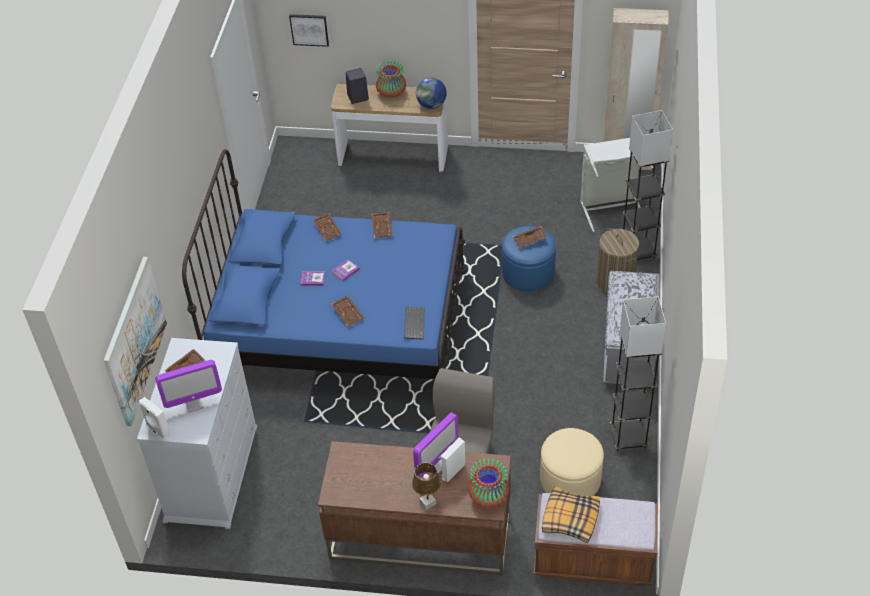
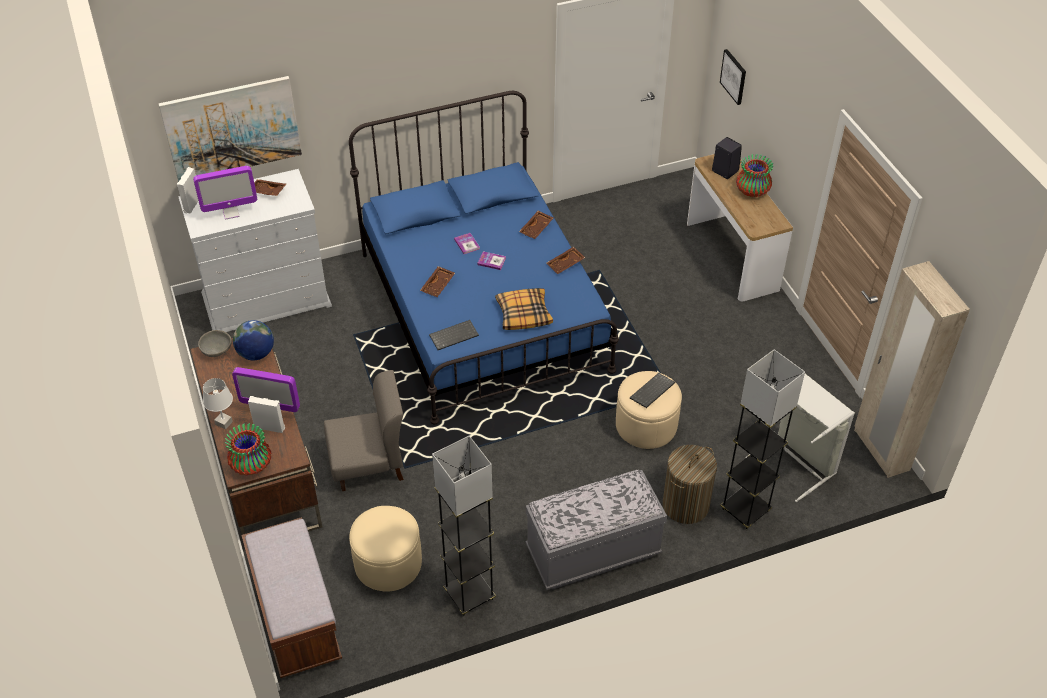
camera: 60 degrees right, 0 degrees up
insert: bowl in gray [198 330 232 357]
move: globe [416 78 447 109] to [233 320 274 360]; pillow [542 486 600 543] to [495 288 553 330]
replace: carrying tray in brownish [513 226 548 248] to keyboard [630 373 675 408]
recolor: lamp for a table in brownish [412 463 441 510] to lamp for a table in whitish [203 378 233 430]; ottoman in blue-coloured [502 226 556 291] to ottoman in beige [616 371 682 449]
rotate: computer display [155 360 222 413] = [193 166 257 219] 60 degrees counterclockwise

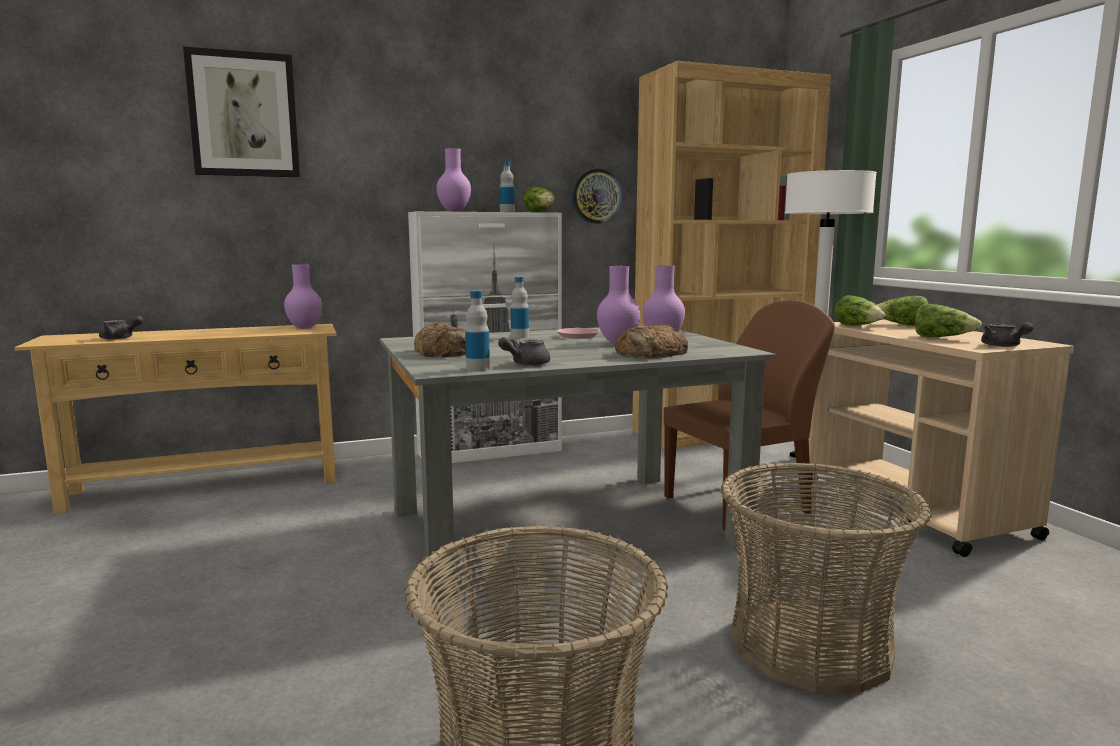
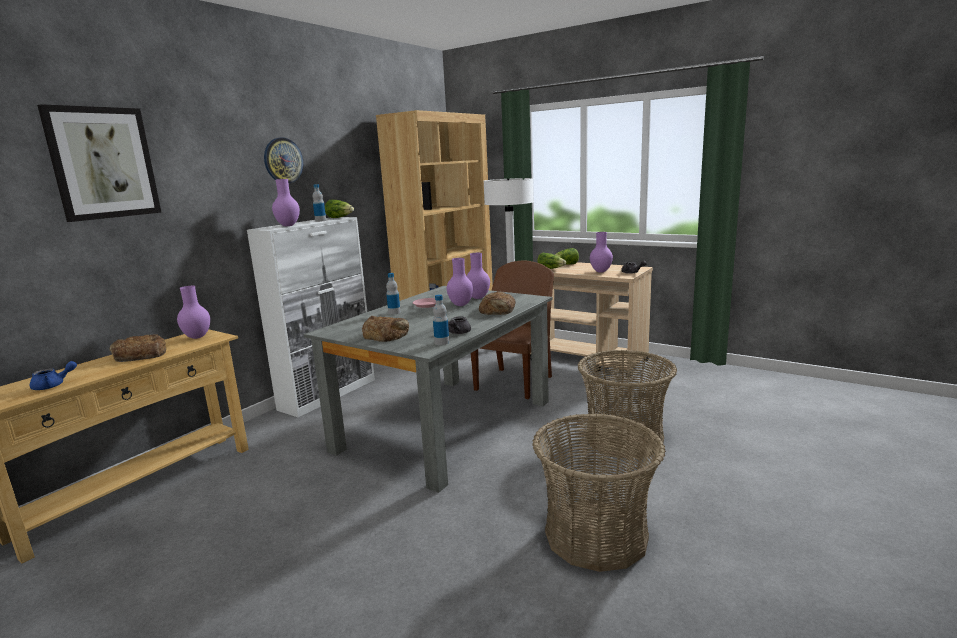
camera: 35 degrees left, 5 degrees up
insert: baked bread [110 334 166 362]
move: wall clock [572 168 623 224] to [264 138 303 183]
replace: lettuce [915 304 982 337] to vase in purple [590 232 613 273]
recolor: teapot in gray [99 316 144 340] to teapot in blue-coloured [29 361 77 390]

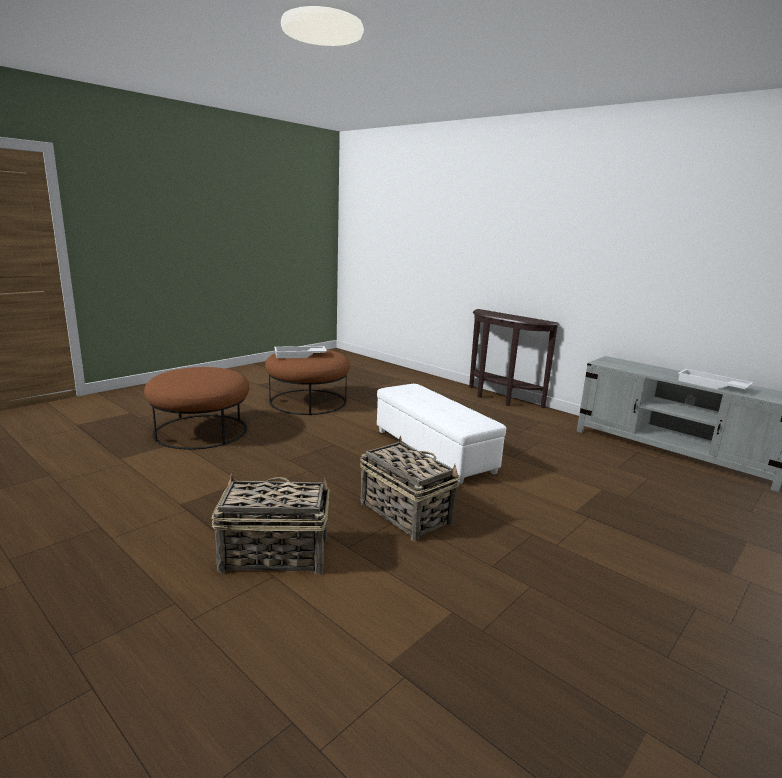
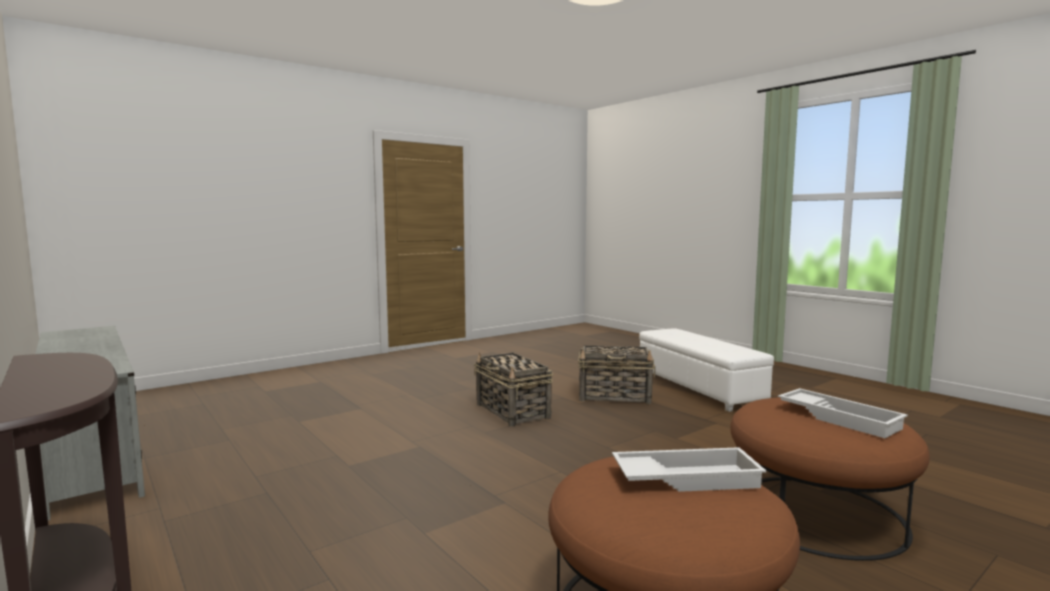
camera: 170 degrees left, 10 degrees down
move: ottoman in whitish [377 384 506 484] to [639 328 774 412]; carrying tray in whitish [678 369 754 389] to [778 388 908 438]

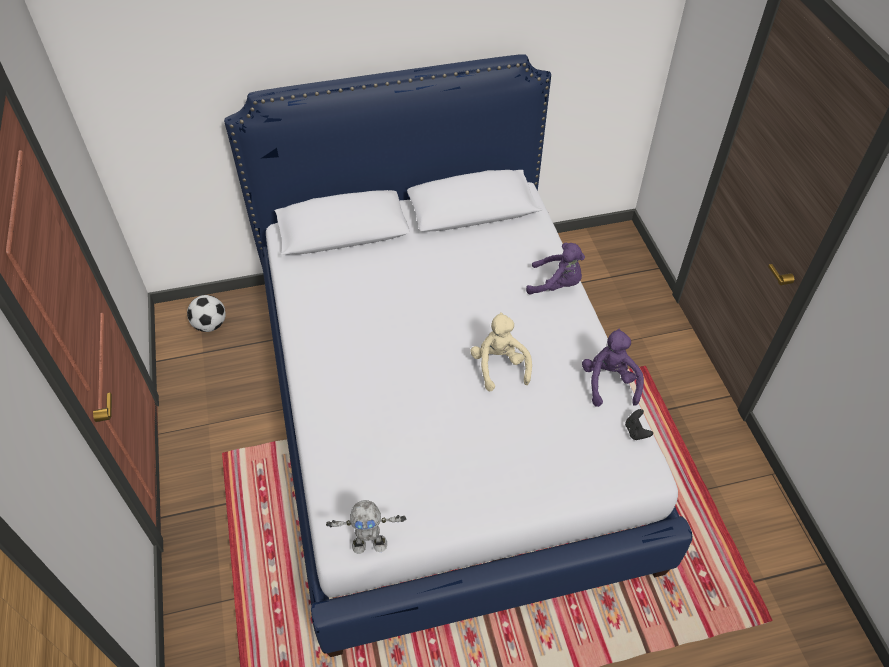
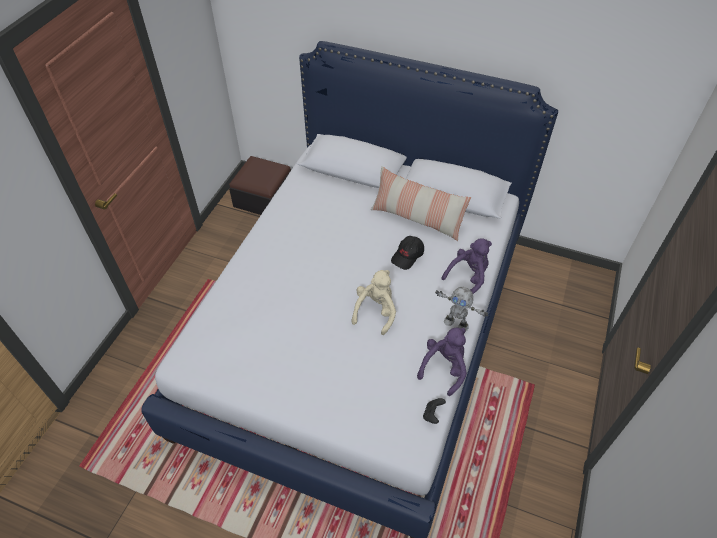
camera: 35 degrees right, 0 degrees up
insert: pillow [371 166 471 241]; cap in blackish [391 236 424 270]
move: robot figure [326 500 406 554] to [435 287 488 332]
replace: football [187 295 226 332] to ottoman [229 156 291 215]
rotate: plush toy in purple [526 243 585 295] = [441 238 492 294] 90 degrees counterclockwise

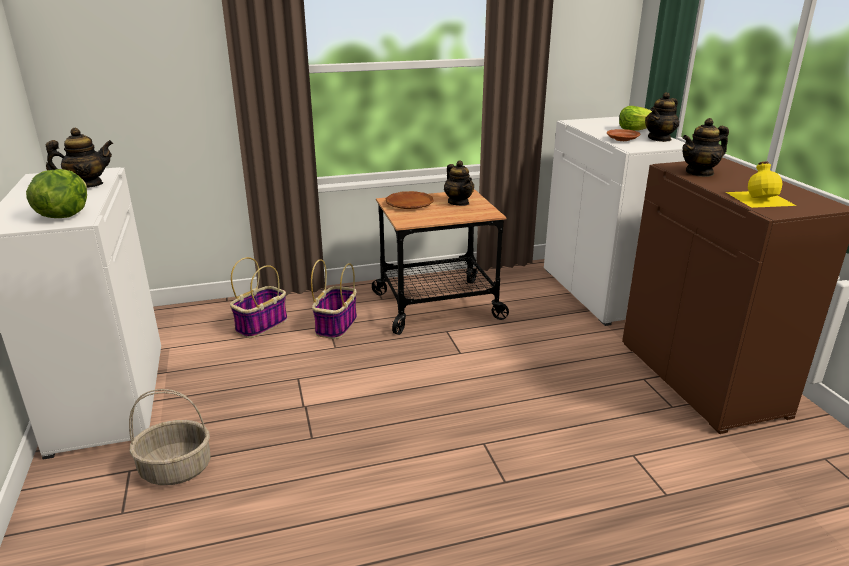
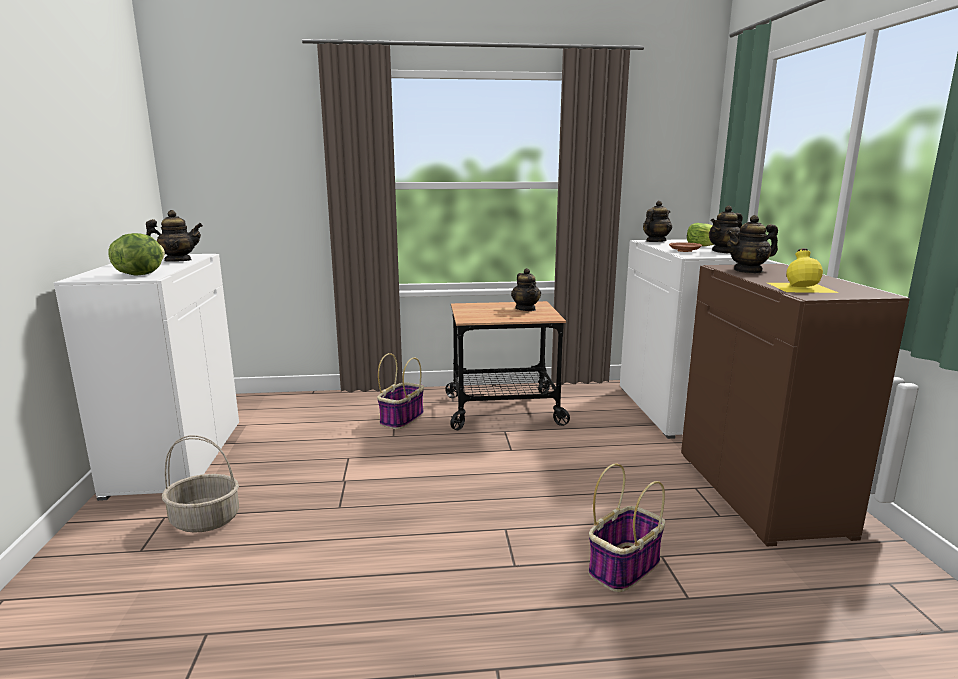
camera: 10 degrees right, 10 degrees down
delete: flat dish in brownish [386 191 434 209]
insert: teapot [643 201 672 242]
move: basket [230 257 288 338] to [589 463 665 592]

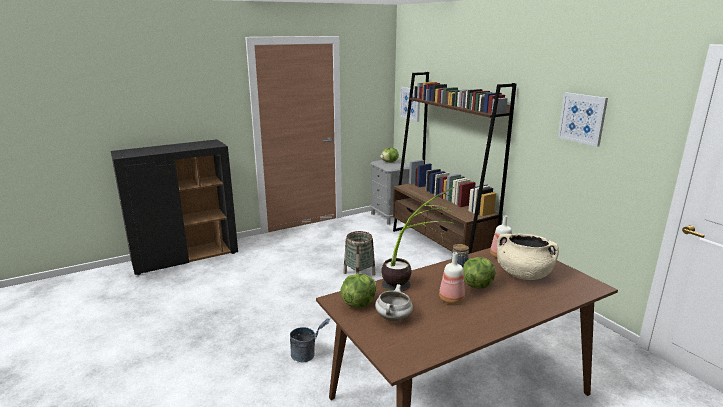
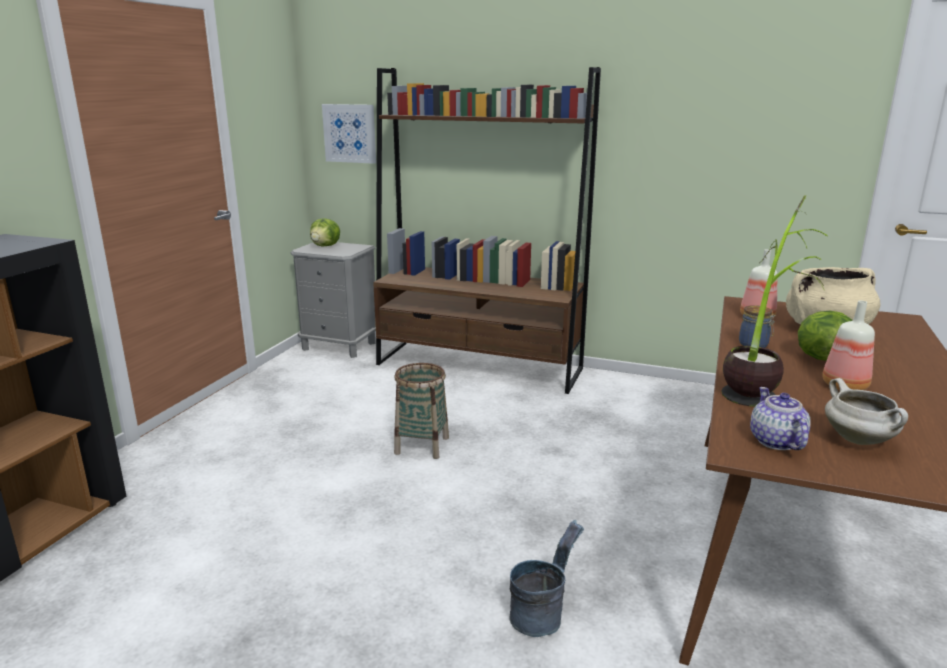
camera: 40 degrees left, 0 degrees up
delete: wall art [558 92 608 147]
replace: lettuce [340 274 376 308] to teapot [750 387 810 450]

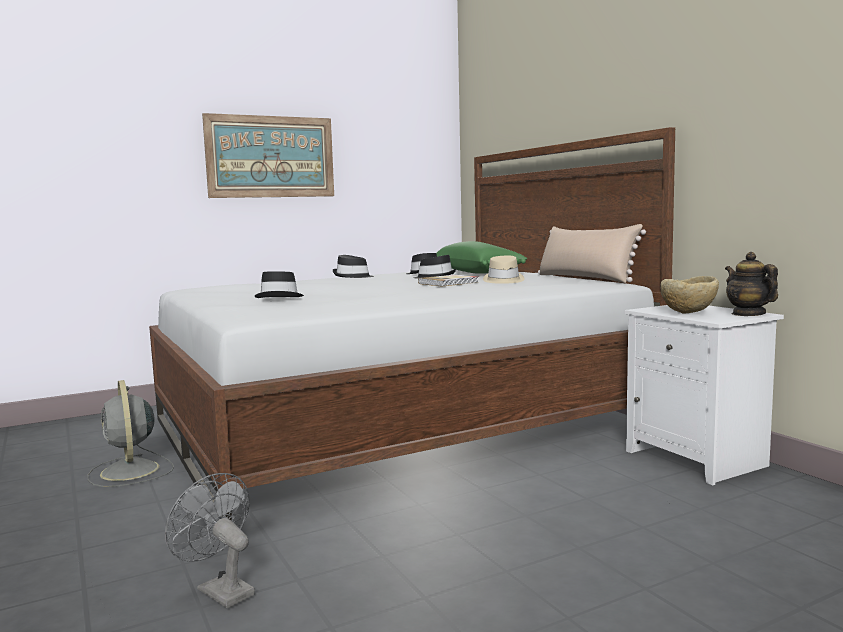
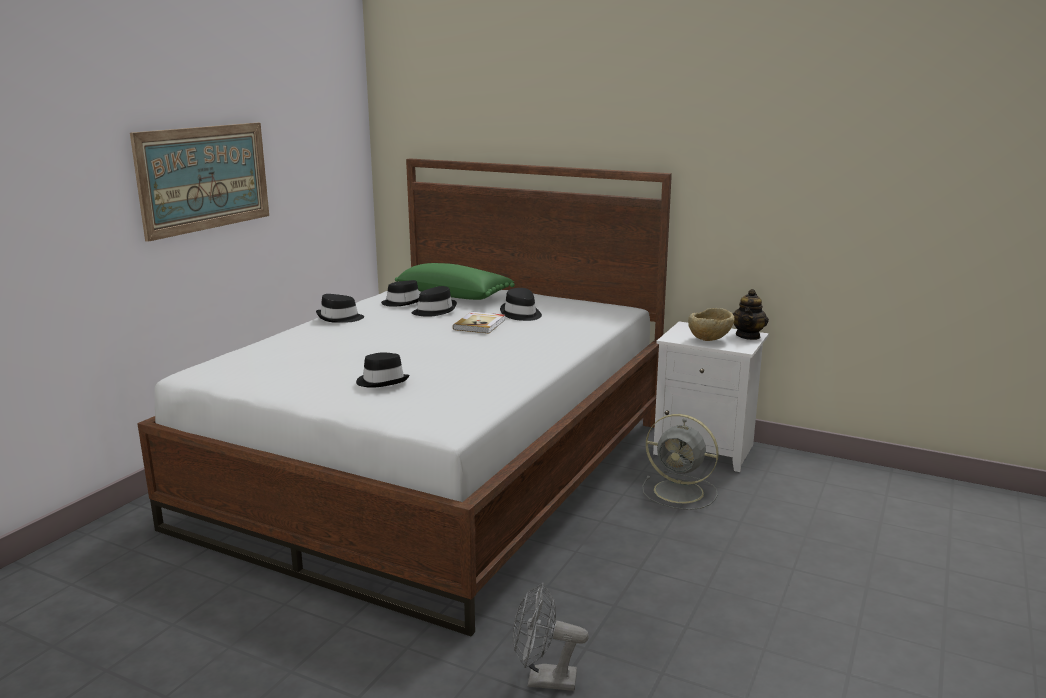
camera: 35 degrees left, 10 degrees up
delete: pillow in beige [538 224 646 283]
move: electric fan in gray [87 380 174 487] to [642 414 719 510]
recolor: clothing hat in beige [483 256 525 284] to clothing hat in blackish [500 288 542 321]
rotate: teapot [725 252 778 316] = [732 289 769 340] 105 degrees counterclockwise

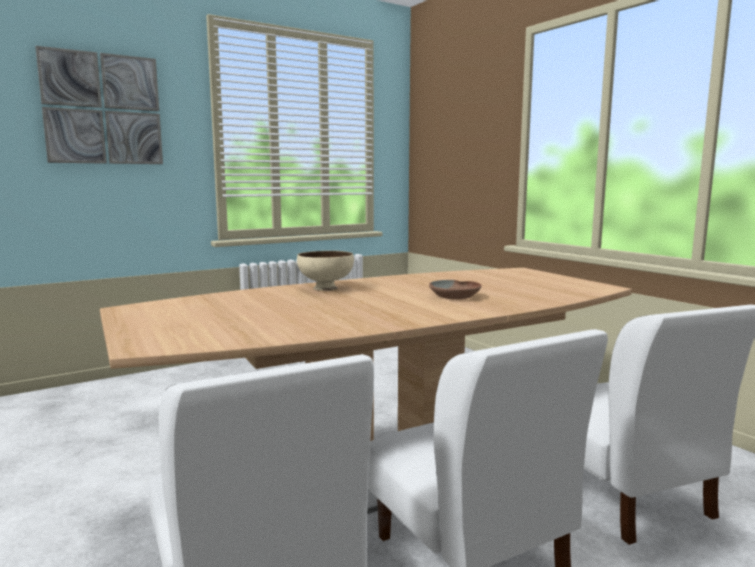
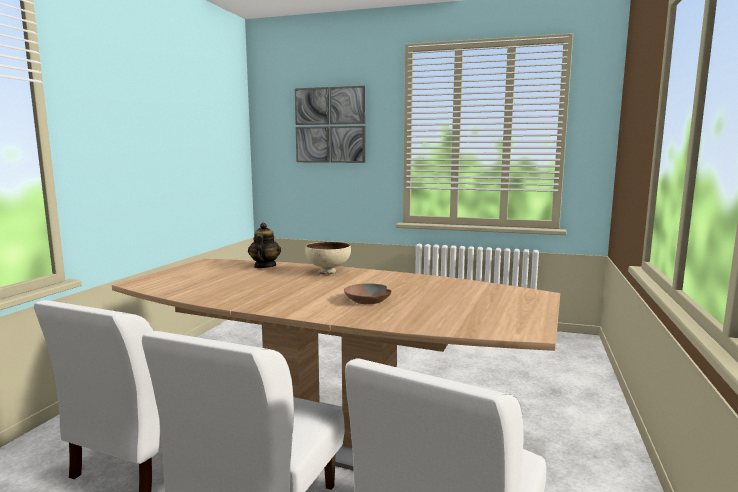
camera: 50 degrees right, 0 degrees up
insert: teapot [248 223 281 268]

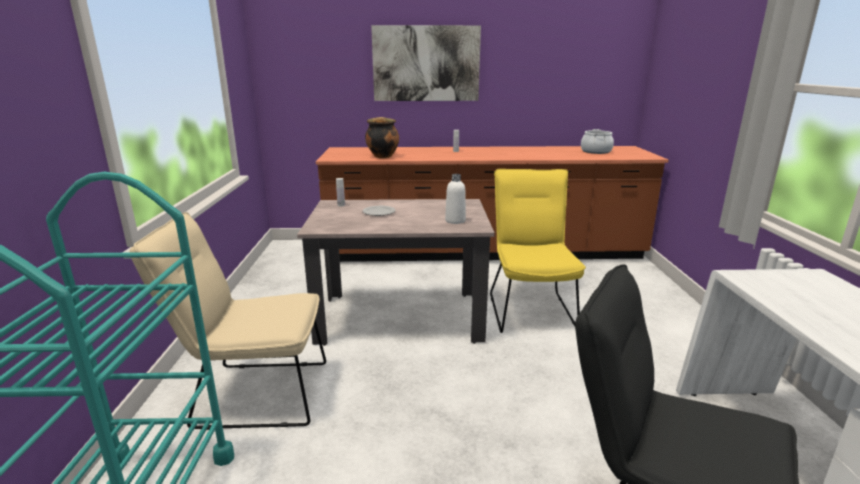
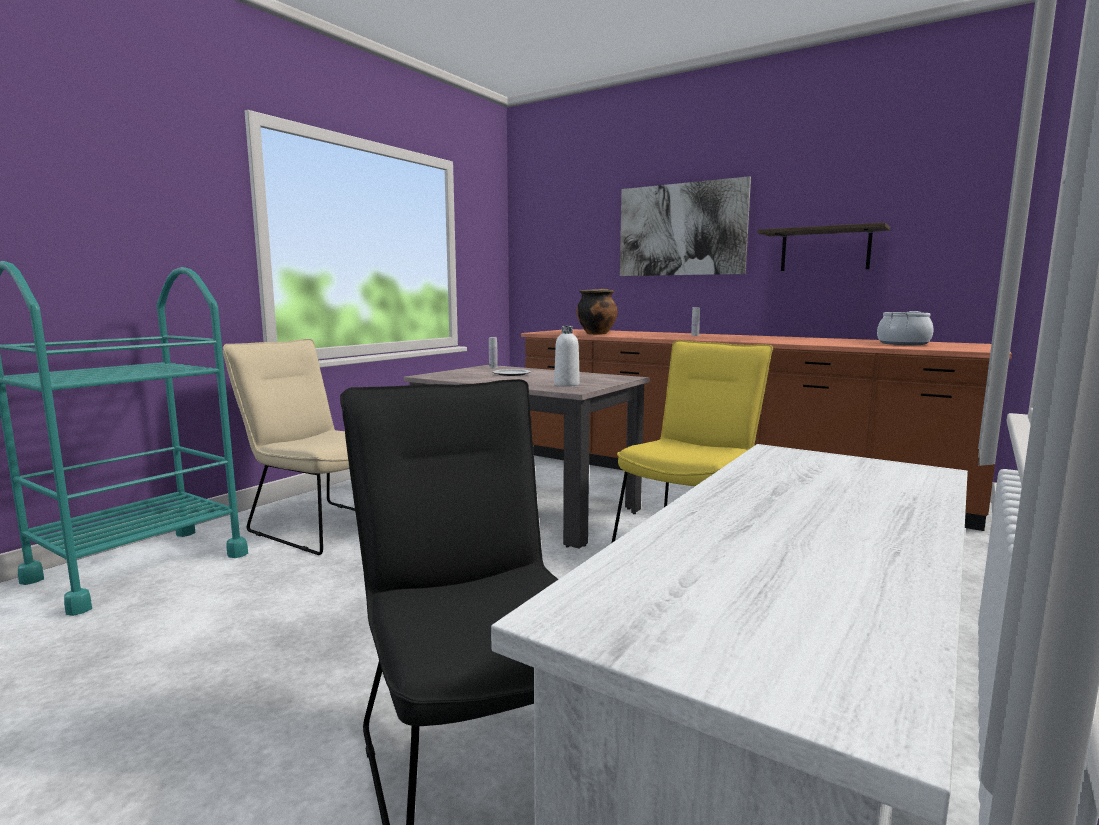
camera: 35 degrees right, 10 degrees down
insert: shelf [758 223 890 271]

